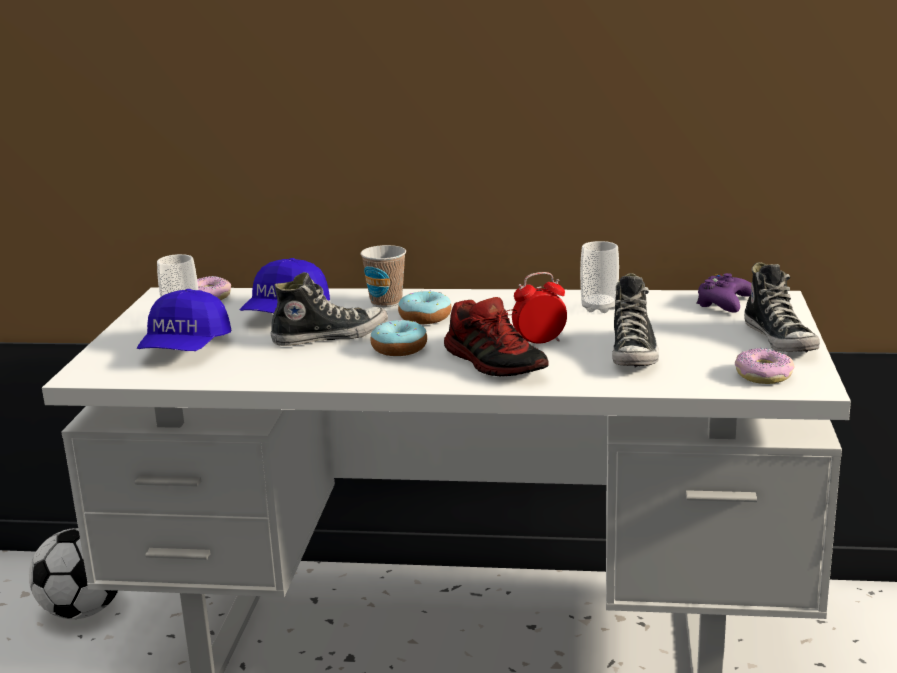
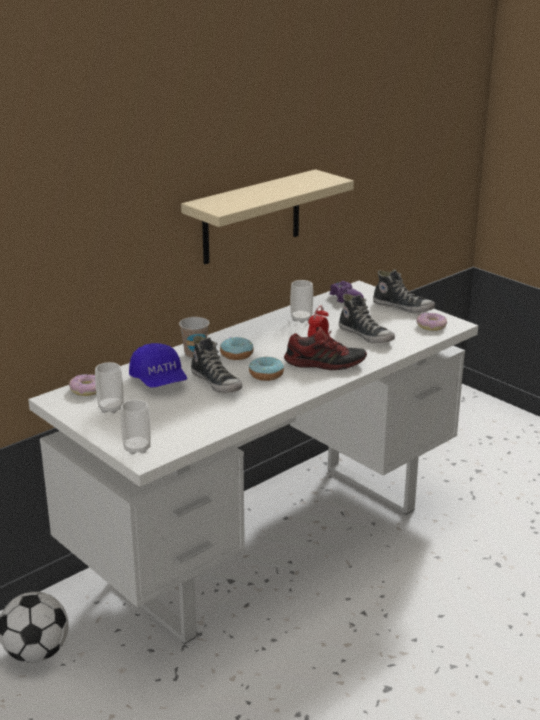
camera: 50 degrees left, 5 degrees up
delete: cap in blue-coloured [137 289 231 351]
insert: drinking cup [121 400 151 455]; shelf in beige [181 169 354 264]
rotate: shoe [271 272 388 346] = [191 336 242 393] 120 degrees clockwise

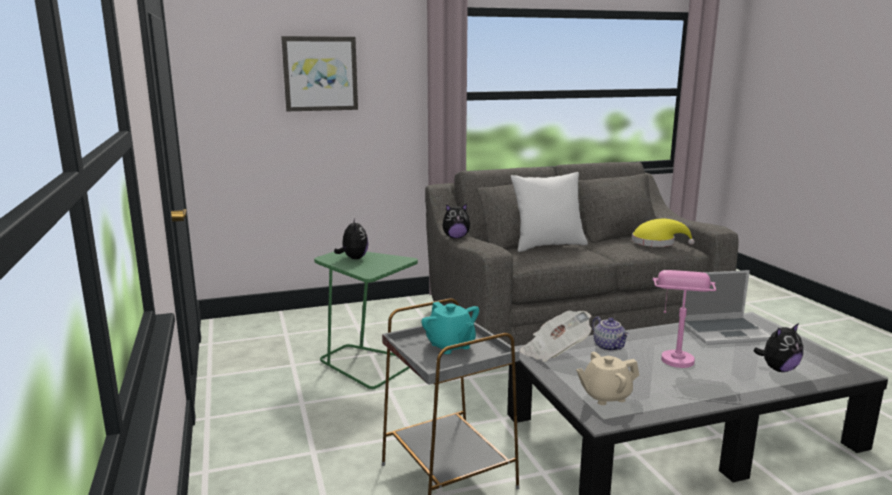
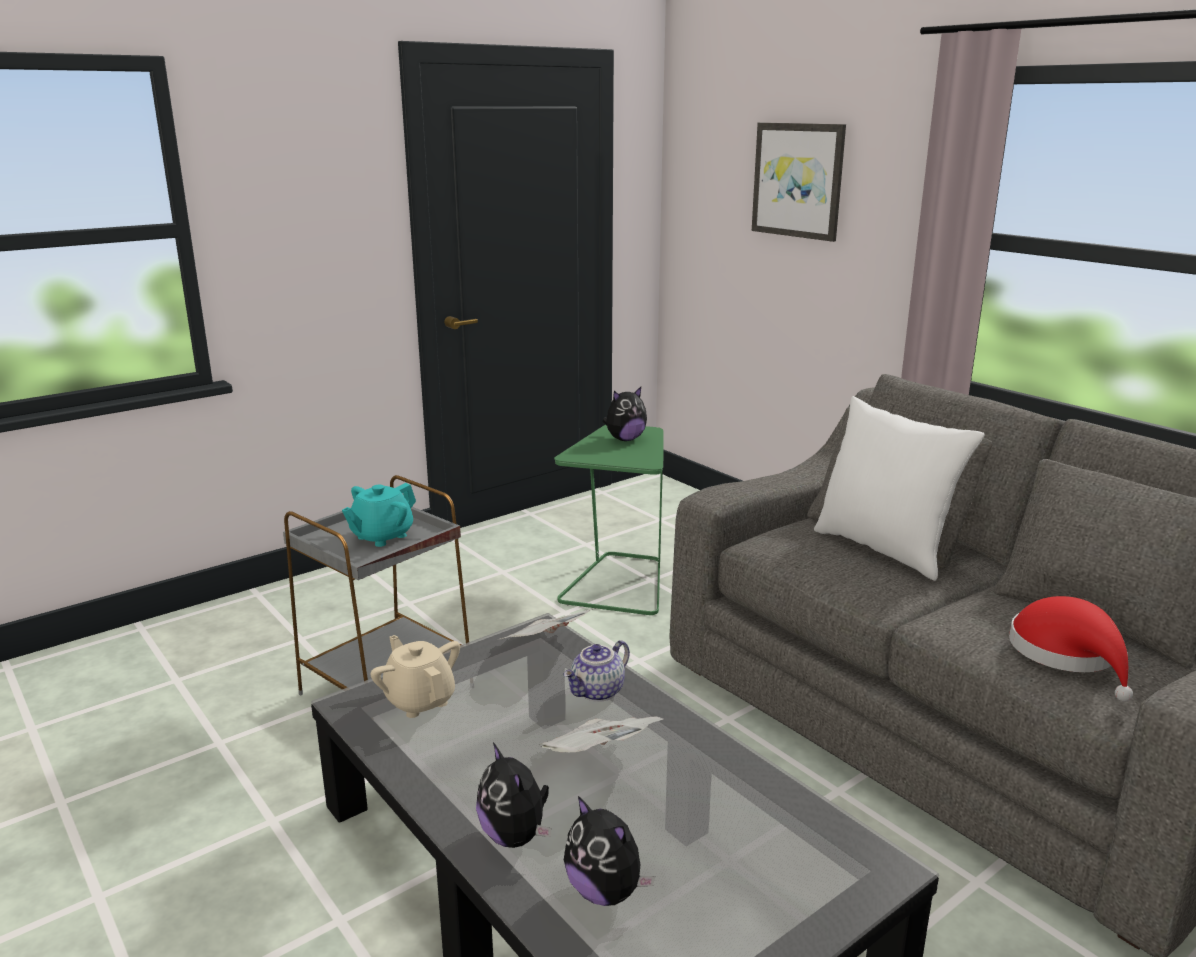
camera: 70 degrees right, 5 degrees up
delete: laptop [682 270 771 345]
move: plush toy [442 204 470 239] to [476 743 551 848]
replace: lamp for a table in pinkish [653 270 716 368] to daily paper [540 716 663 752]
recolor: clothing hat in yellow-coloured [632 219 695 247] to clothing hat in red-coloured [1009 596 1133 701]

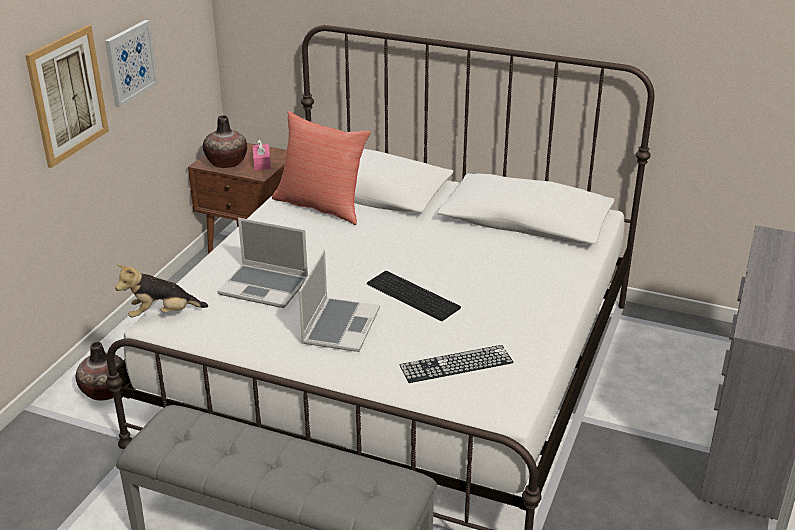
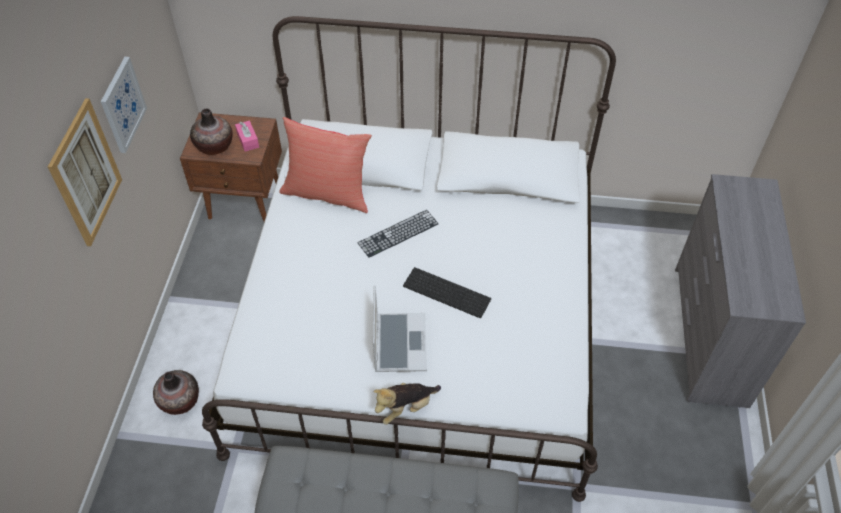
camera: 15 degrees left, 20 degrees up
delete: laptop [217 218 308 308]
move: plush toy [115 264 208 318] to [373 383 441 424]; keyboard [399 345 514 383] to [357 210 438 257]

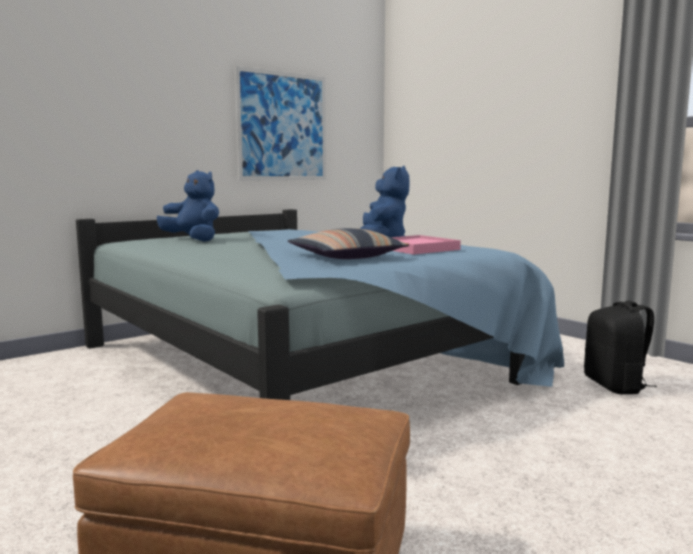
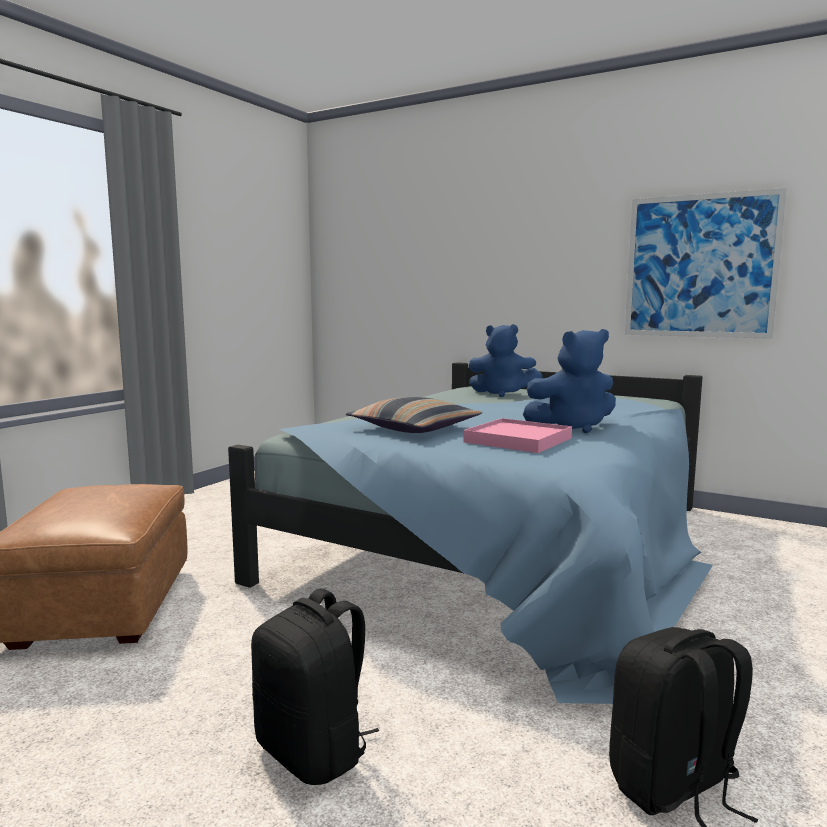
camera: 70 degrees right, 0 degrees up
insert: knapsack in blackish [251 588 379 785]
rotate: plush toy in blue-coloured [157 170 219 242] = [468 324 543 397] 90 degrees clockwise

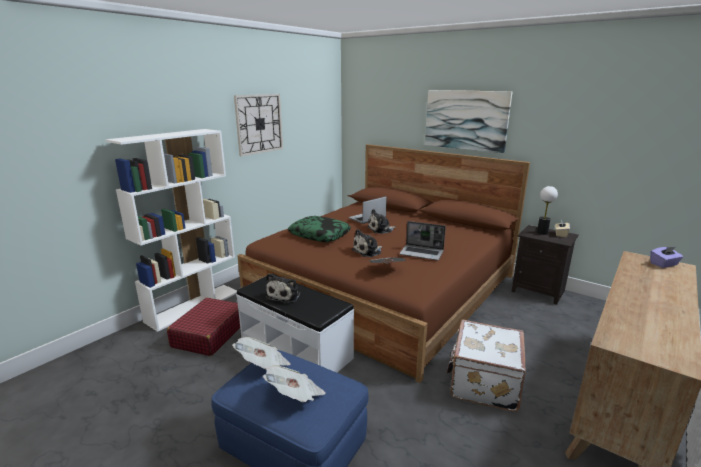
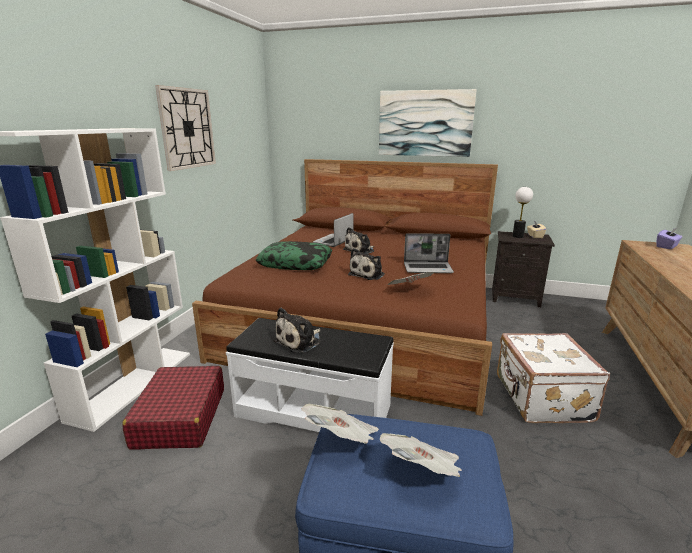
camera: 20 degrees left, 0 degrees up
rotate: plush toy [265 273 300 303] = [273 307 321 353] 45 degrees clockwise

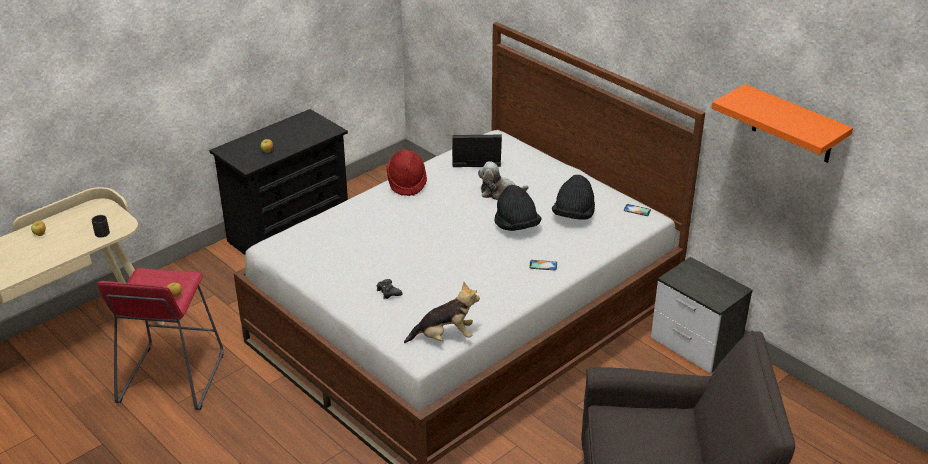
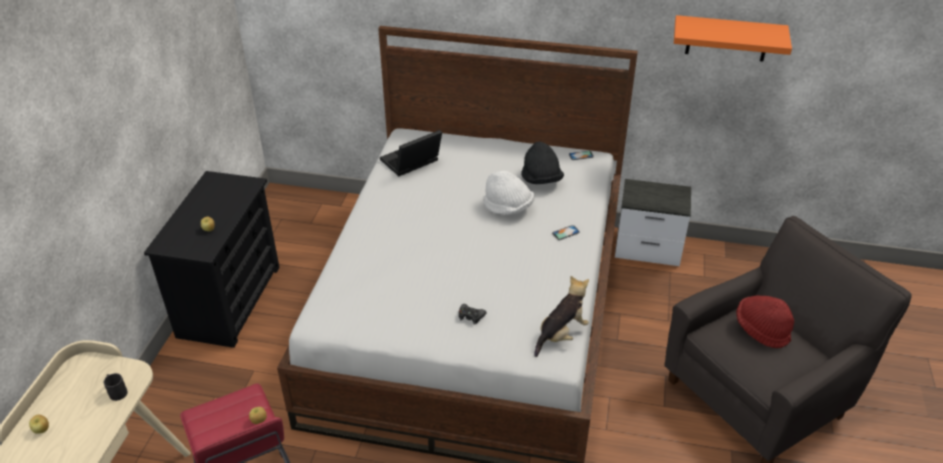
camera: 35 degrees left, 5 degrees up
delete: plush toy [478 161 528 200]
move: clothing hat in red-coloured [386 150 427 196] to [736 296 794 348]
recolor: clothing hat in blackish [495 185 542 231] to clothing hat in whitish [483 171 534 215]

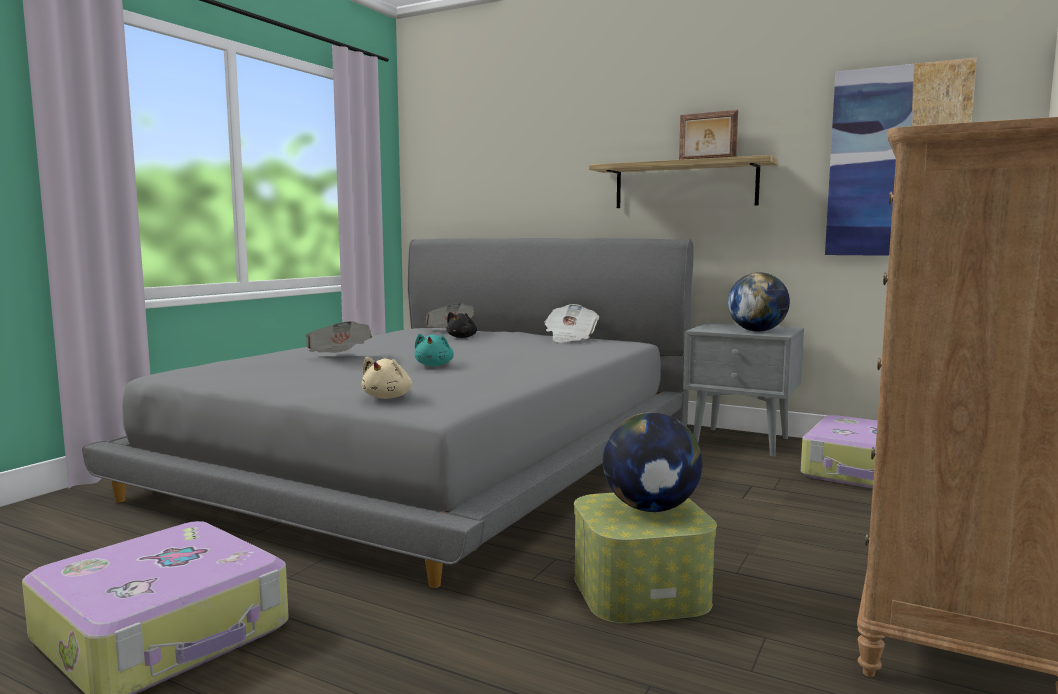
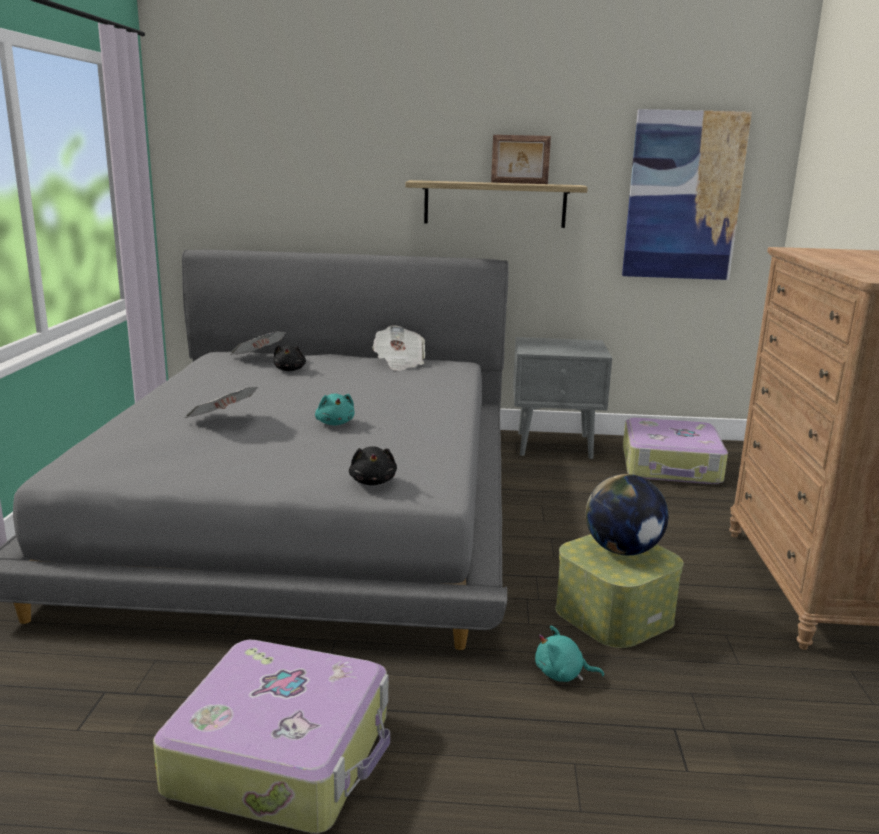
camera: 25 degrees left, 10 degrees up
delete: globe [728 272 790 332]
insert: plush toy in turquoise-coloured [535 625 604 682]
recolor: plush toy in beige [361 357 412 399] to plush toy in blackish [349 446 397 485]

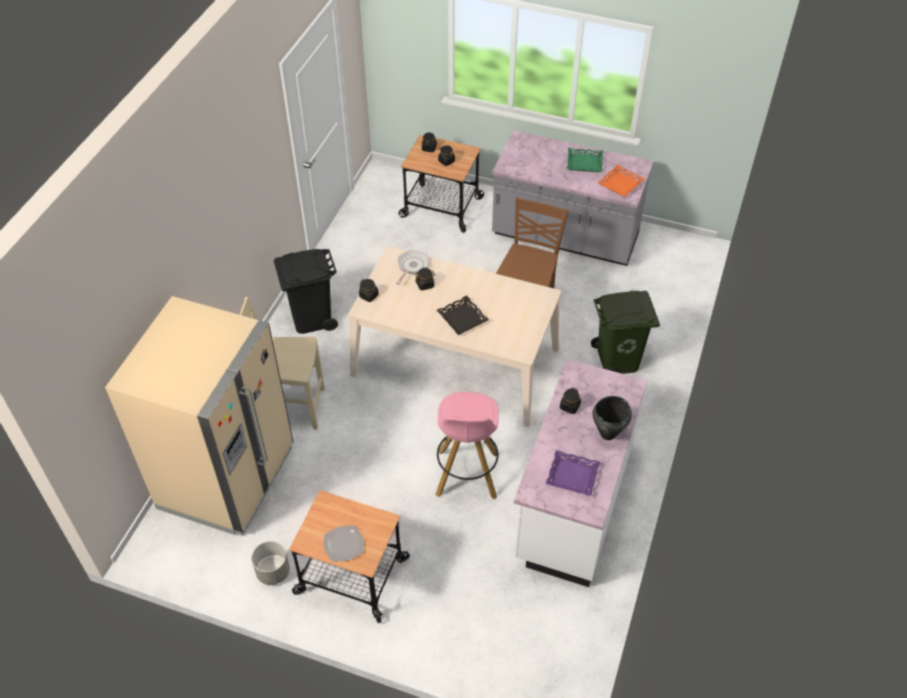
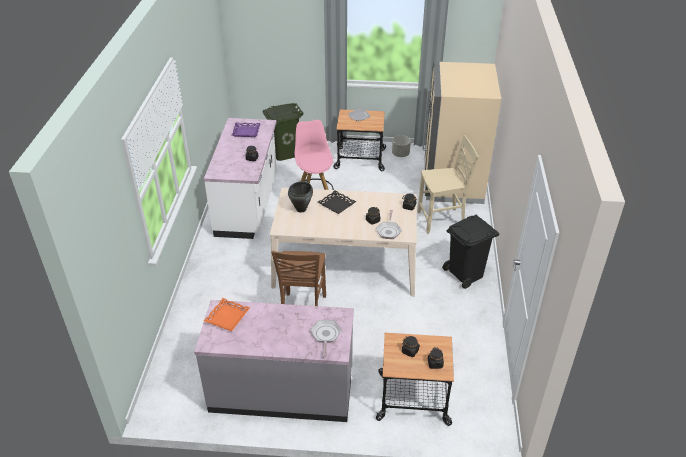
camera: 165 degrees right, 10 degrees down
delete: carrying tray in greenish [567 148 603 172]
insert: skillet [310 320 342 357]
move: trash can in greenish [591 291 660 374] to [263 103 304 161]; cooking pot in blackish [592 396 632 440] to [288 181 313 213]

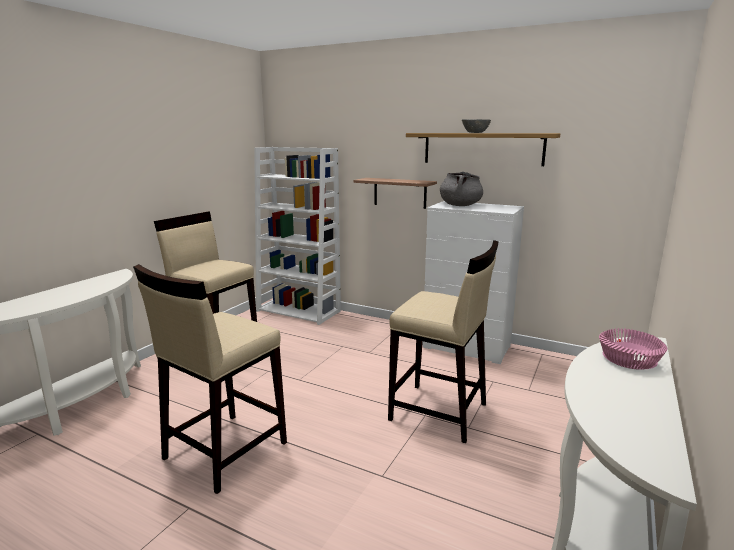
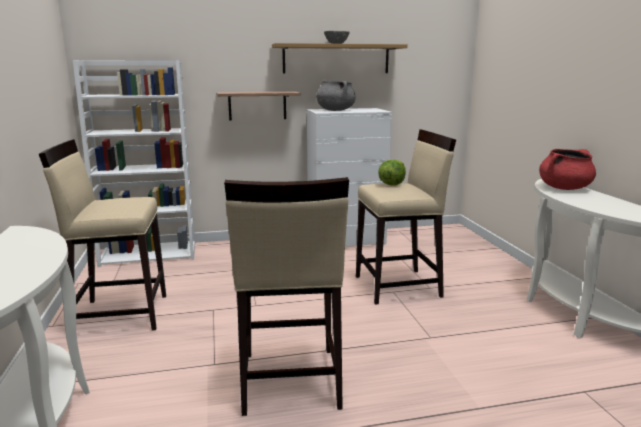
camera: 40 degrees left, 0 degrees up
insert: lettuce [378 160 406 186]
replace: bowl in pinkish [599 328 668 370] to cooking pot in red-coloured [539 149 596 190]

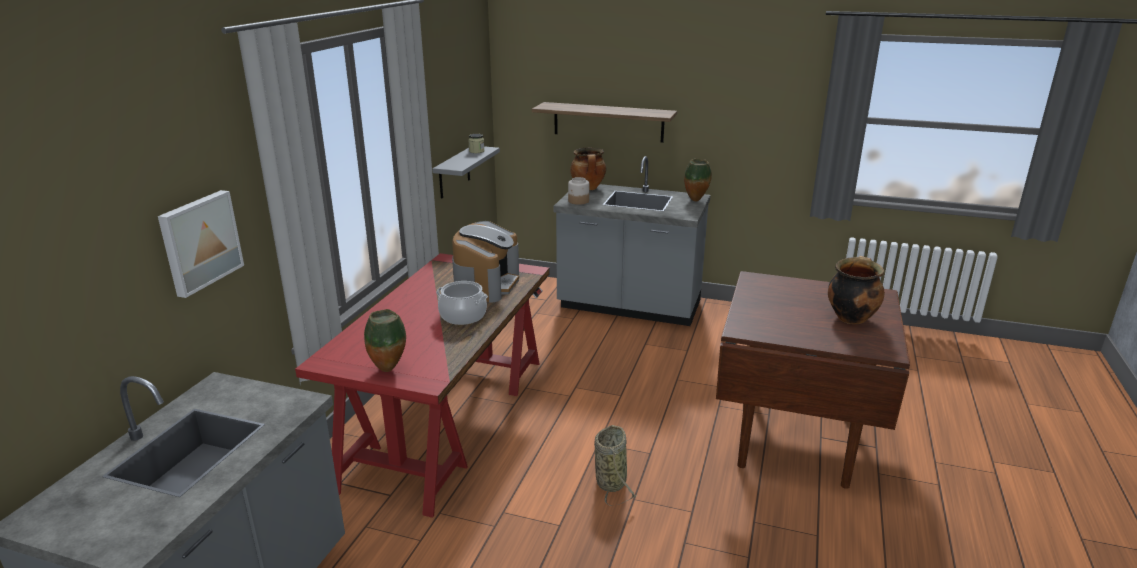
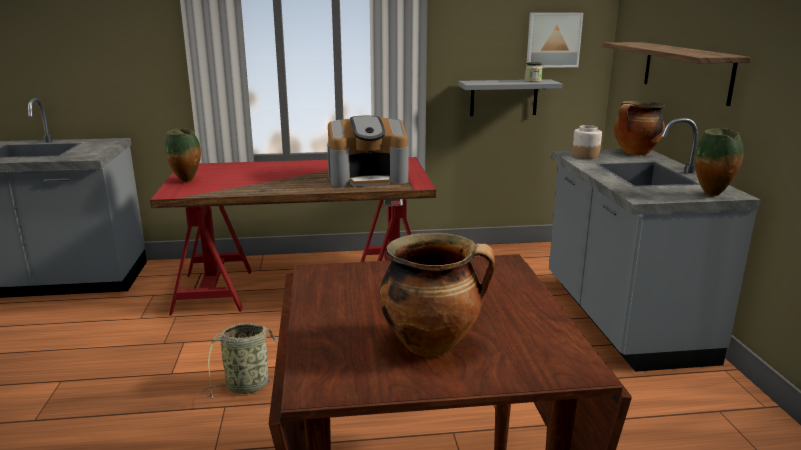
camera: 65 degrees right, 5 degrees down
delete: cooking pot [436 281 488 325]
move: wall art [158 190 244 298] to [526 13 584 68]

